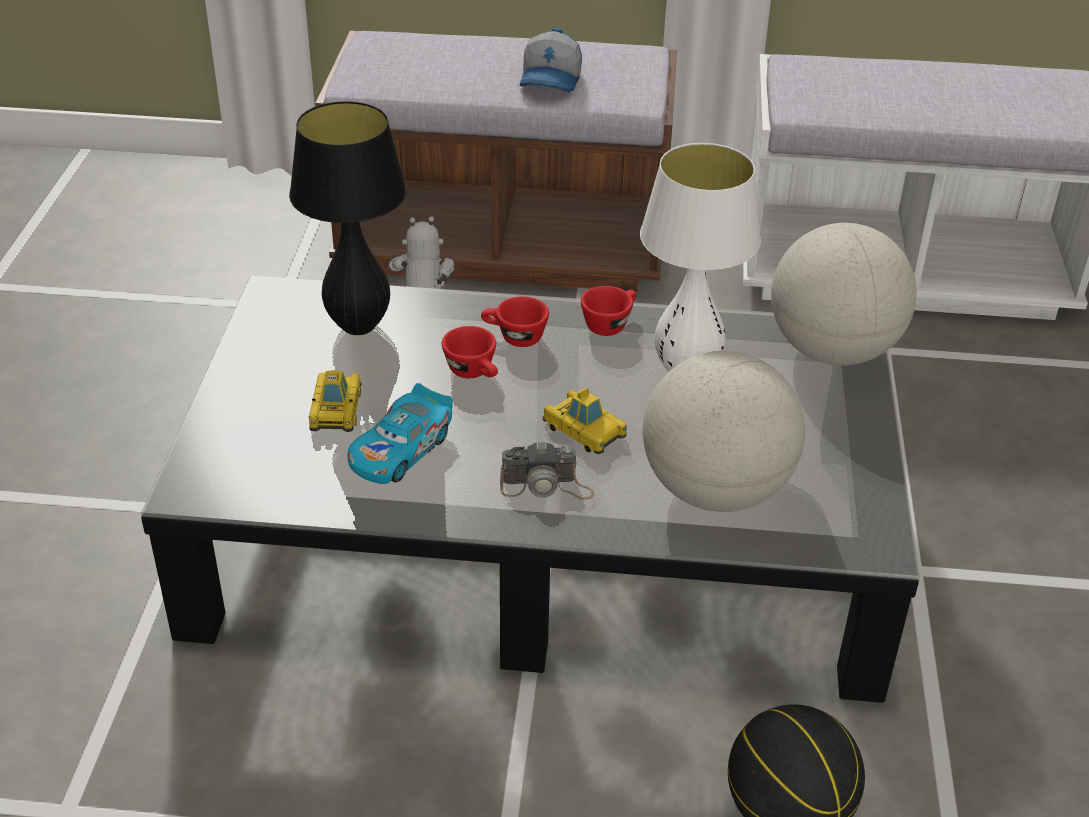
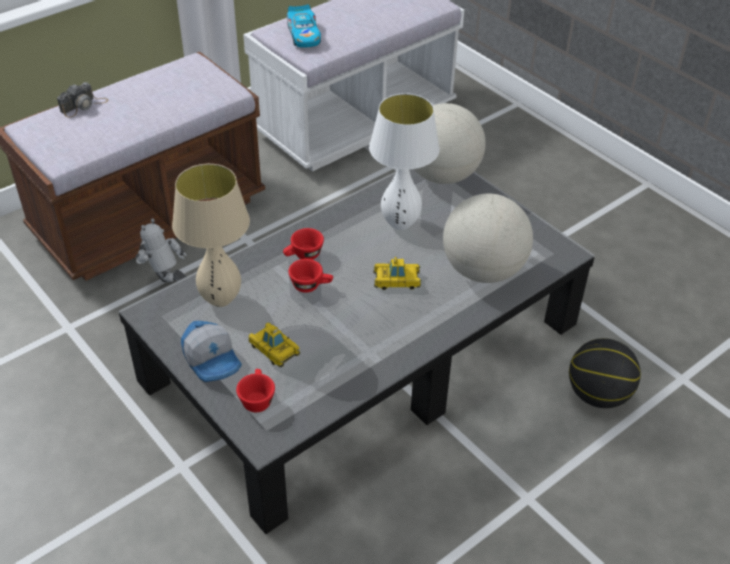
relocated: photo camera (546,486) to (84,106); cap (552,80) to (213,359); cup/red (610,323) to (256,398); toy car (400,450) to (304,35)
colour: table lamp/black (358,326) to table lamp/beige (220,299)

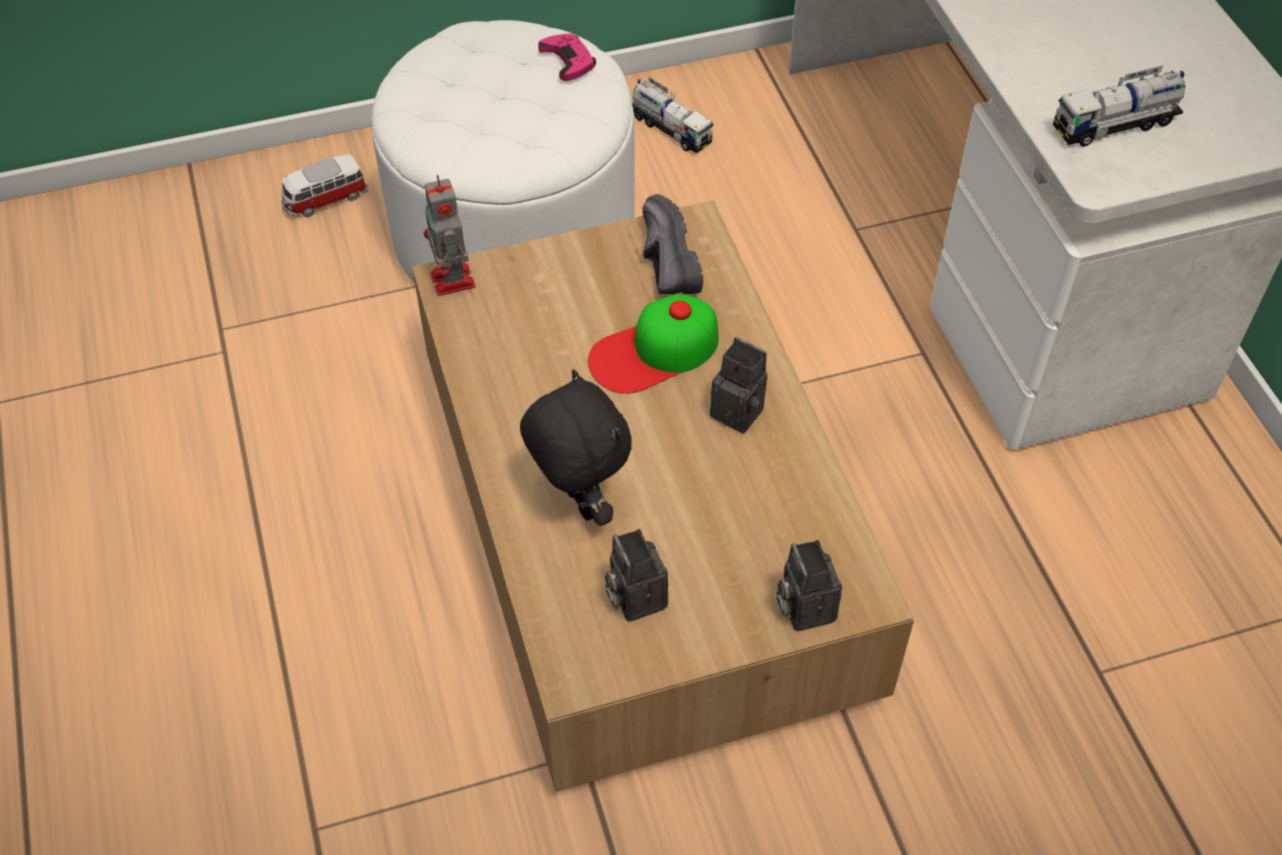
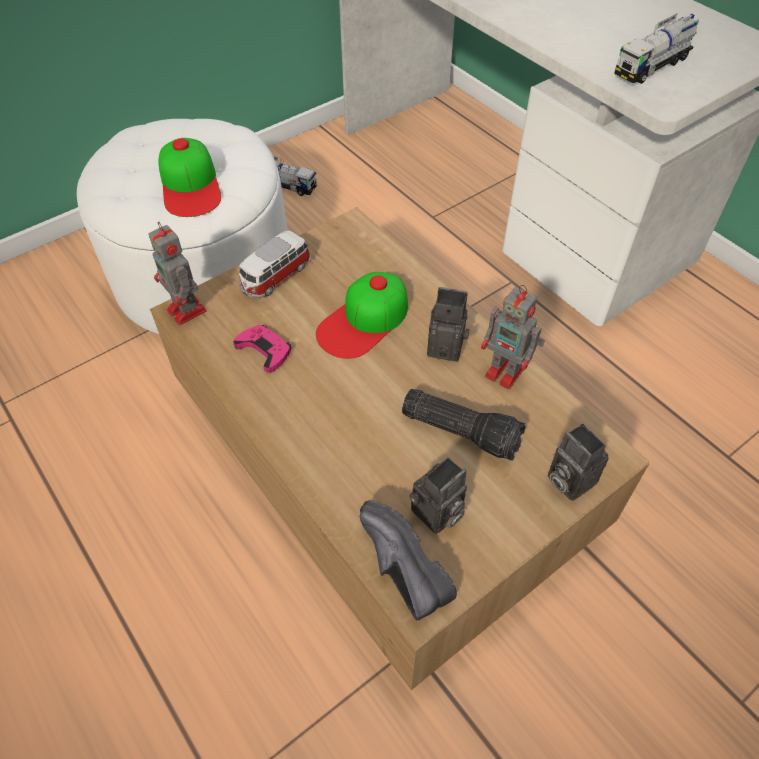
missing: plush toy/black (578,503)
appeared: cap (190,185); flashlight (462,430); toy robot (506,373)
relocated: game controller/pink (568,60) to (264,350); toy car (325,199) to (275,277); shoe/black (661,263) to (397,570)
spun: photo camera (634,596) = (437,515) 90 degrees counterclockwise

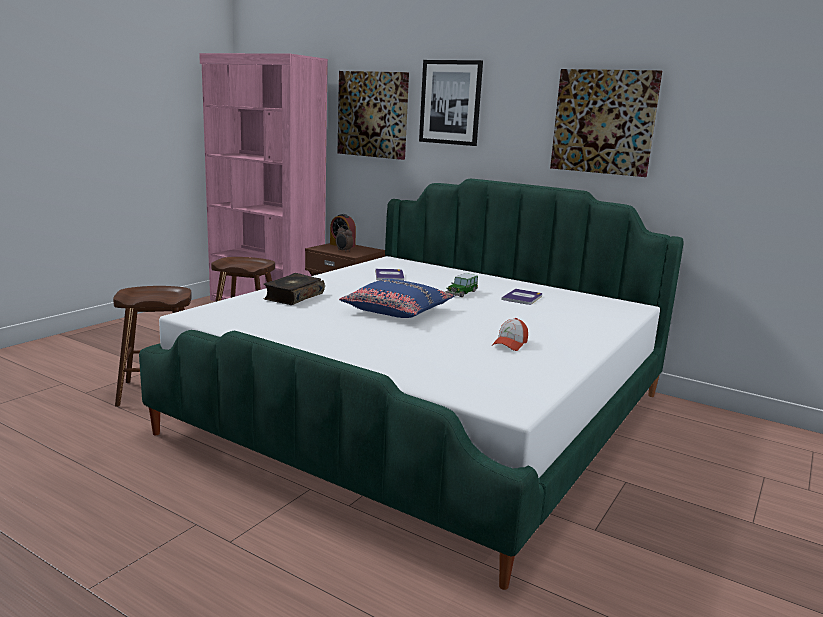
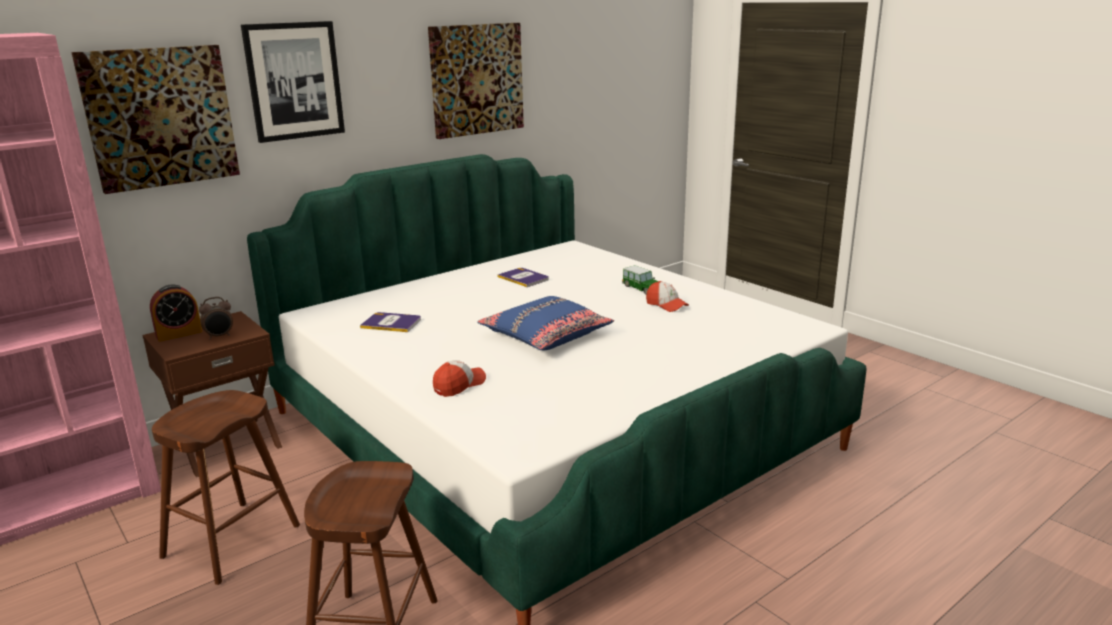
relocated: toy car (461,293) to (642,289)
exchanged: book (293,297) to cap (459,385)

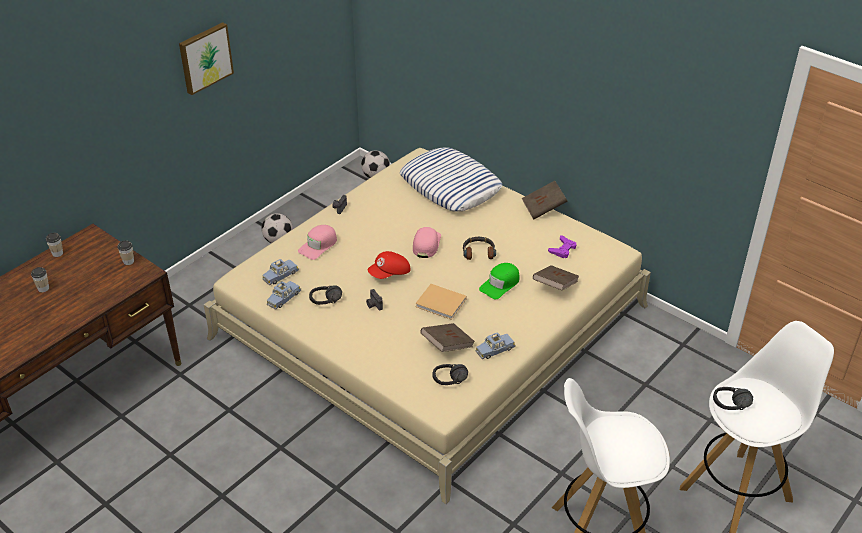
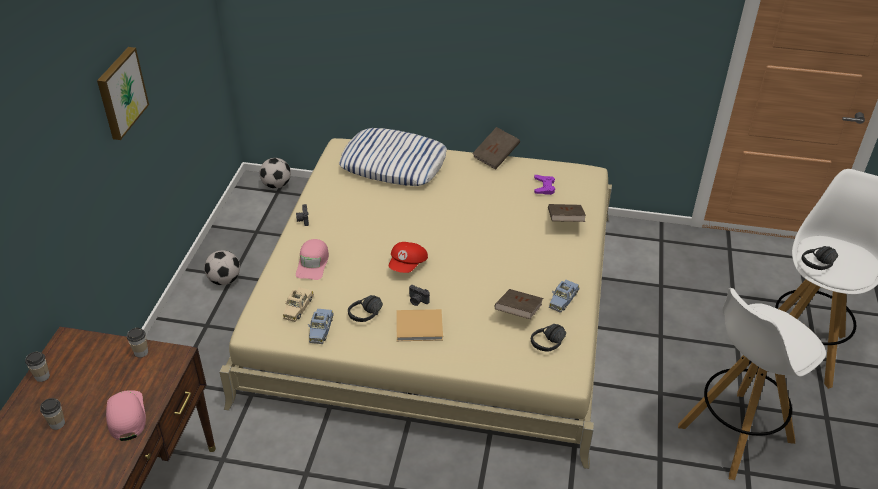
missing: headphones (479,251); cap/green (500,284)
relocated: cap/pink (426,244) to (126,416); book/beige (442,303) to (421,327)
colour: toy car/blue (280,275) to toy car/beige (298,308)

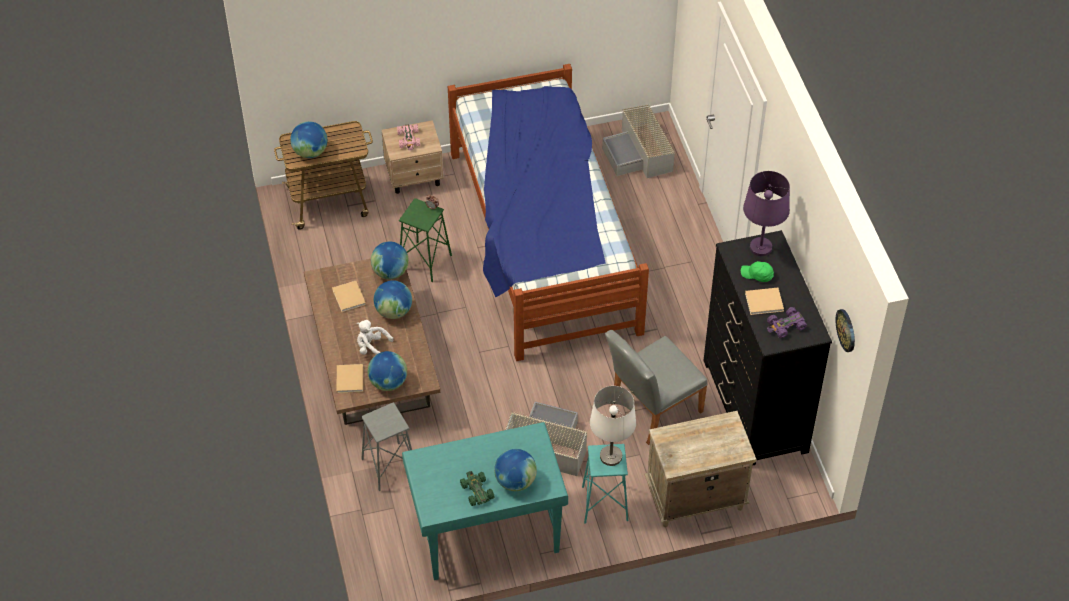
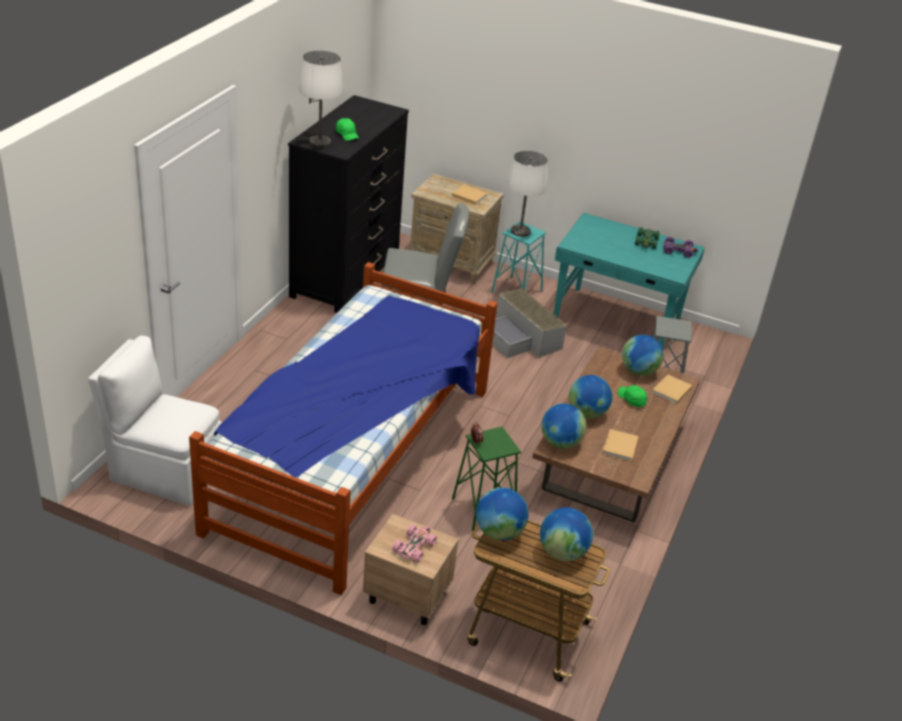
missing: wall clock (846,330)
relocated: book/beige (765,302) to (468,195); globe (515,481) to (499,532); toy car/purple (785,326) to (678,251)
exchanged: storage box/grey (639,154) to chair/white (164,471); plush toy/white (372,348) to cap/green (631,399)
colour: table lamp/purple (761,247) to table lamp/white (319,142)

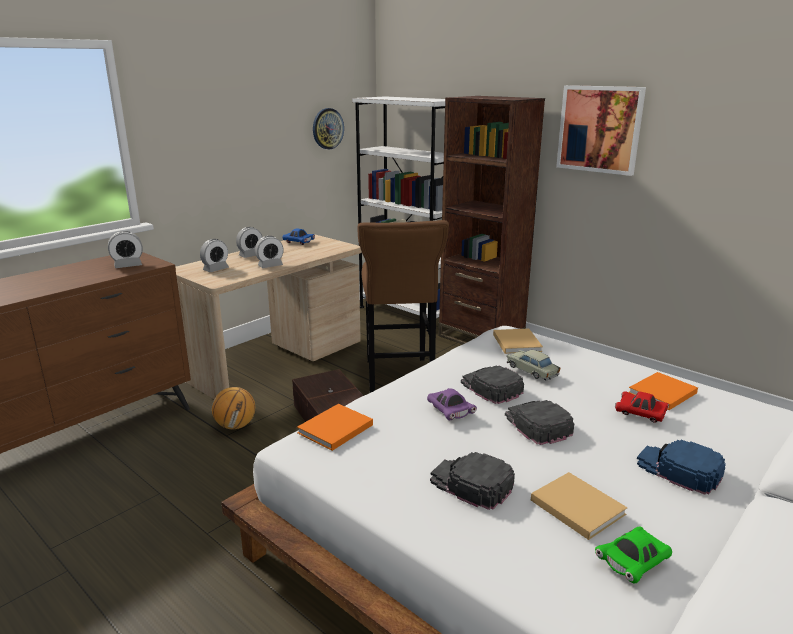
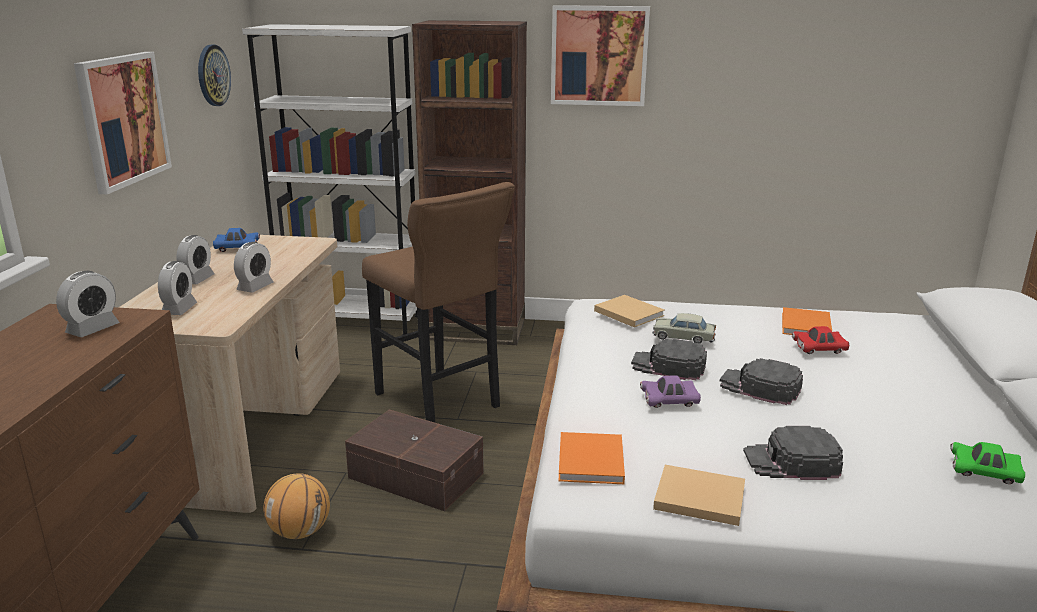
missing: cap/blue (679,470)
appeared: picture (123,120)
relocated: book/beige (575,506) to (696,497)
spun: toy car/purple (450,411) = (669,402) 150 degrees clockwise; toy car/green (632,563) = (984,473) 90 degrees clockwise

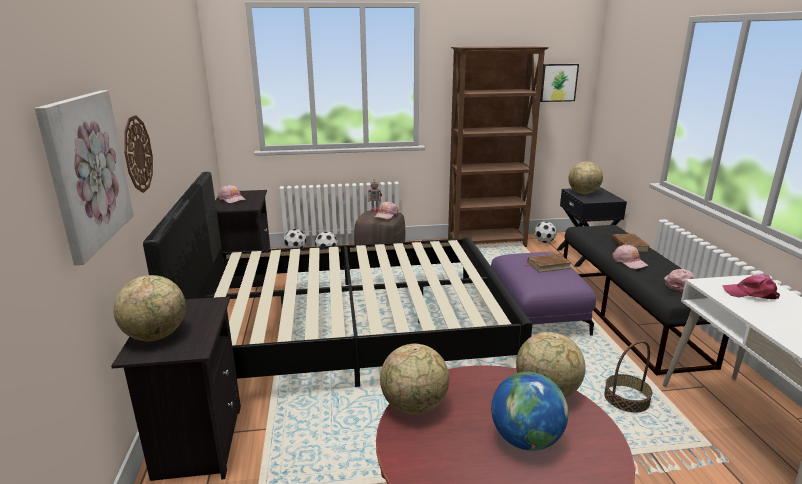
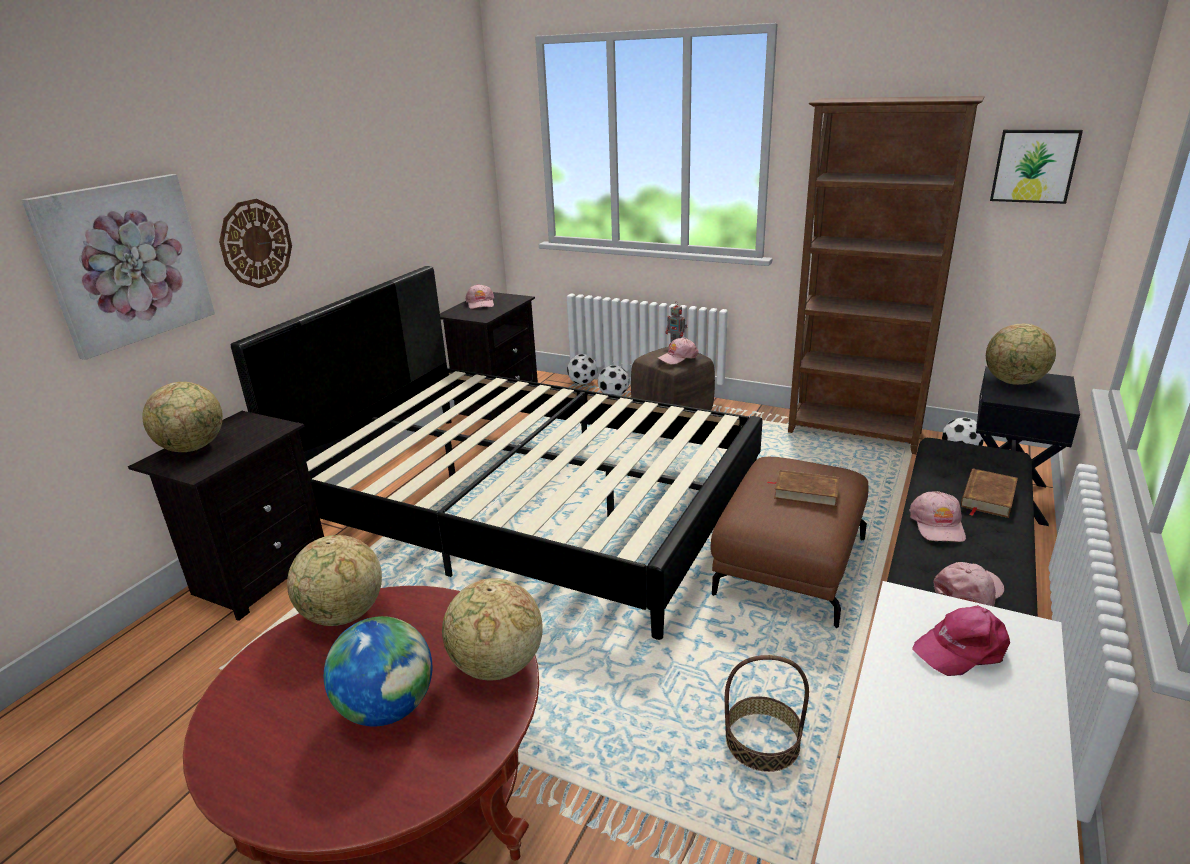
colour: ottoman/purple (535,315) to ottoman/brown (788,565)
spun: cap/pink (751,293) = (962,648) 75 degrees counterclockwise

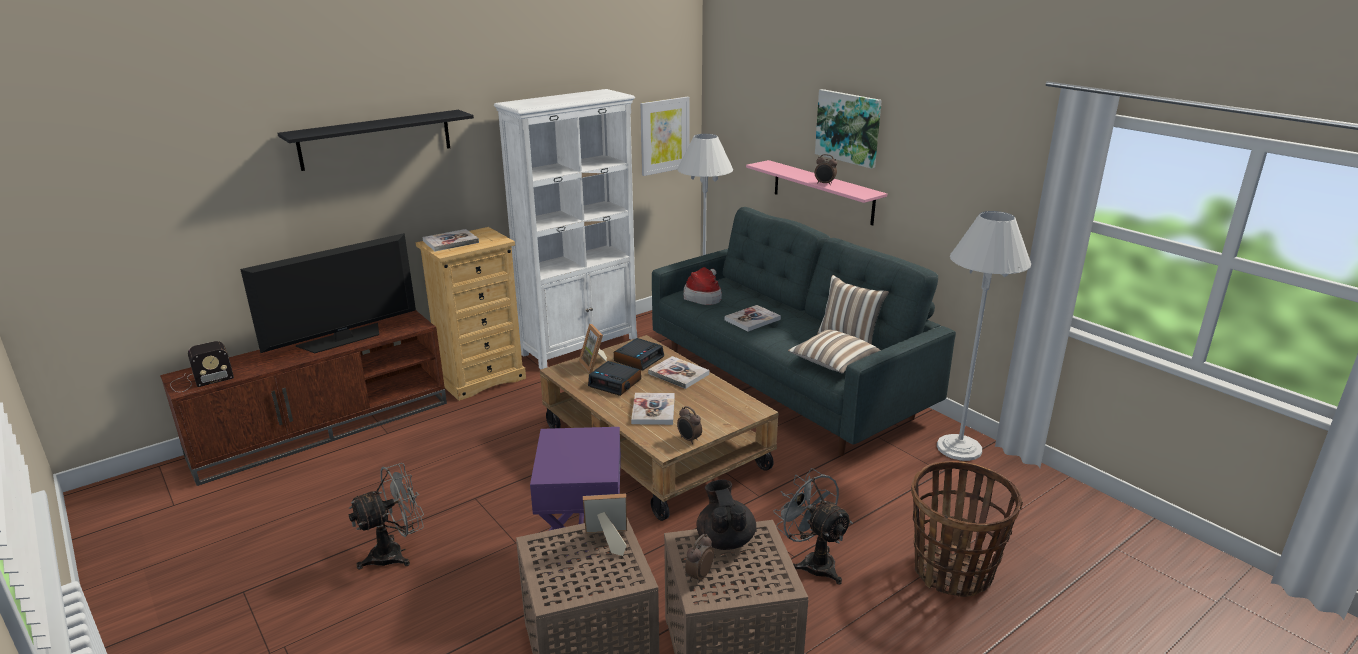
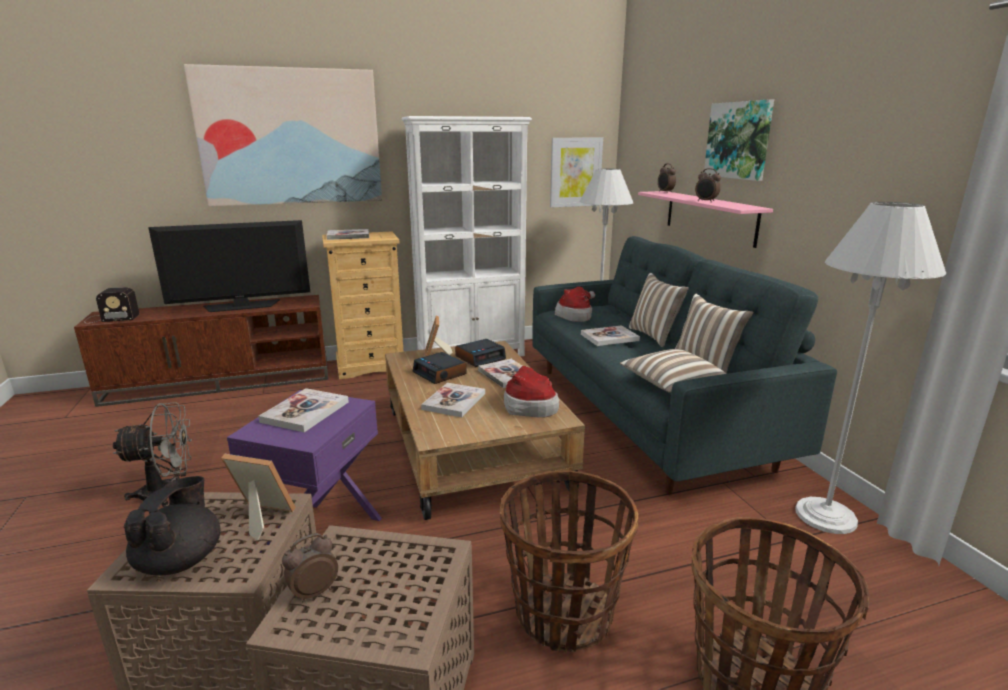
appeared: book (305,412); hat (529,406); pillow (654,336)
relocated: teapot/black (725,540) to (181,560); alarm clock (689,440) to (665,192)
exchanged: shelf/black (376,139) to picture (291,137); fan/grey (812,562) to basket (562,613)

